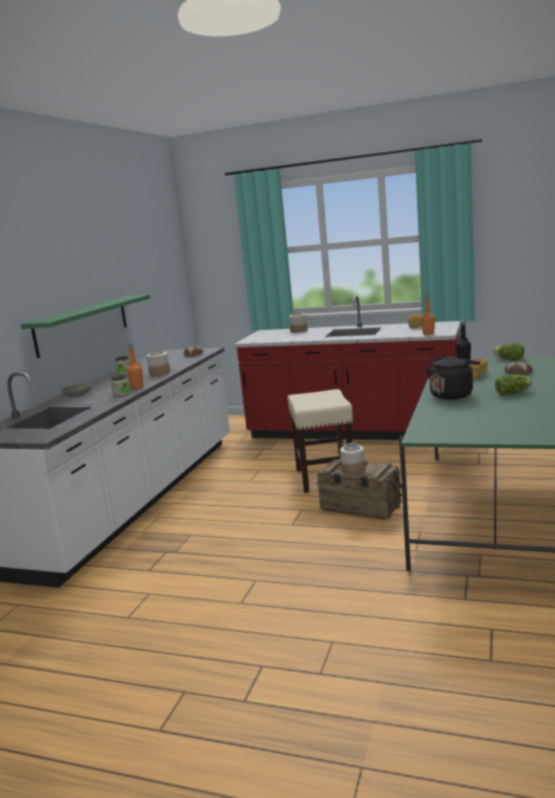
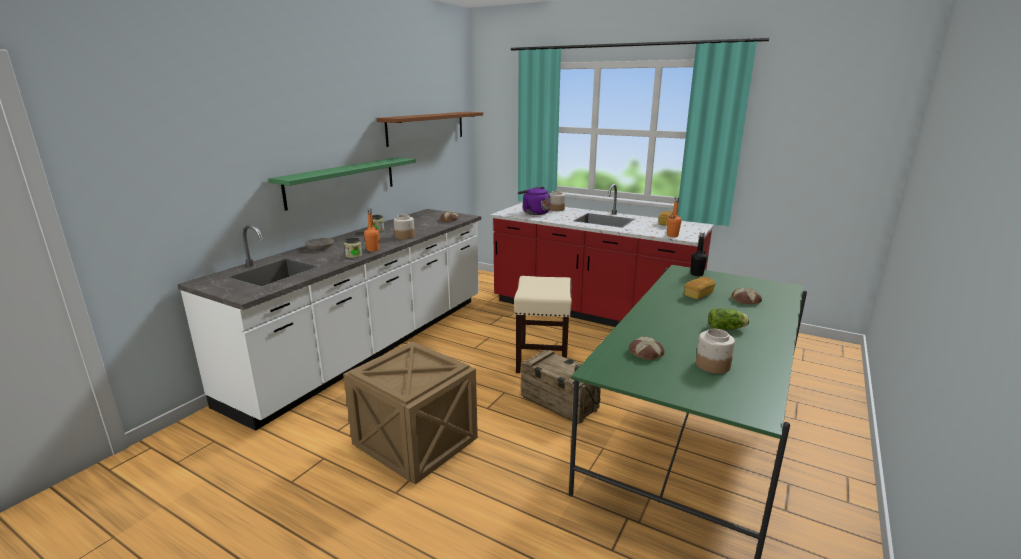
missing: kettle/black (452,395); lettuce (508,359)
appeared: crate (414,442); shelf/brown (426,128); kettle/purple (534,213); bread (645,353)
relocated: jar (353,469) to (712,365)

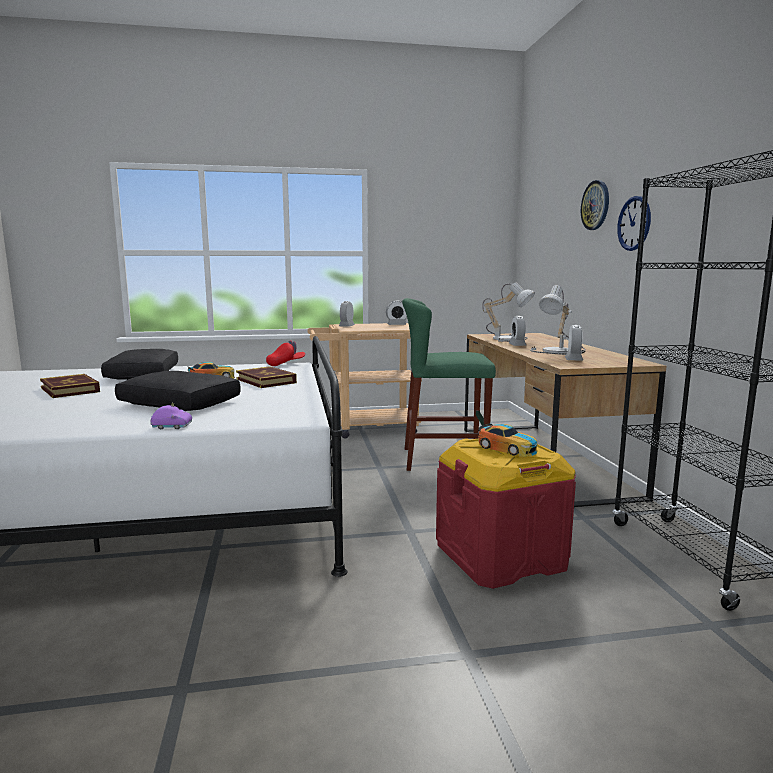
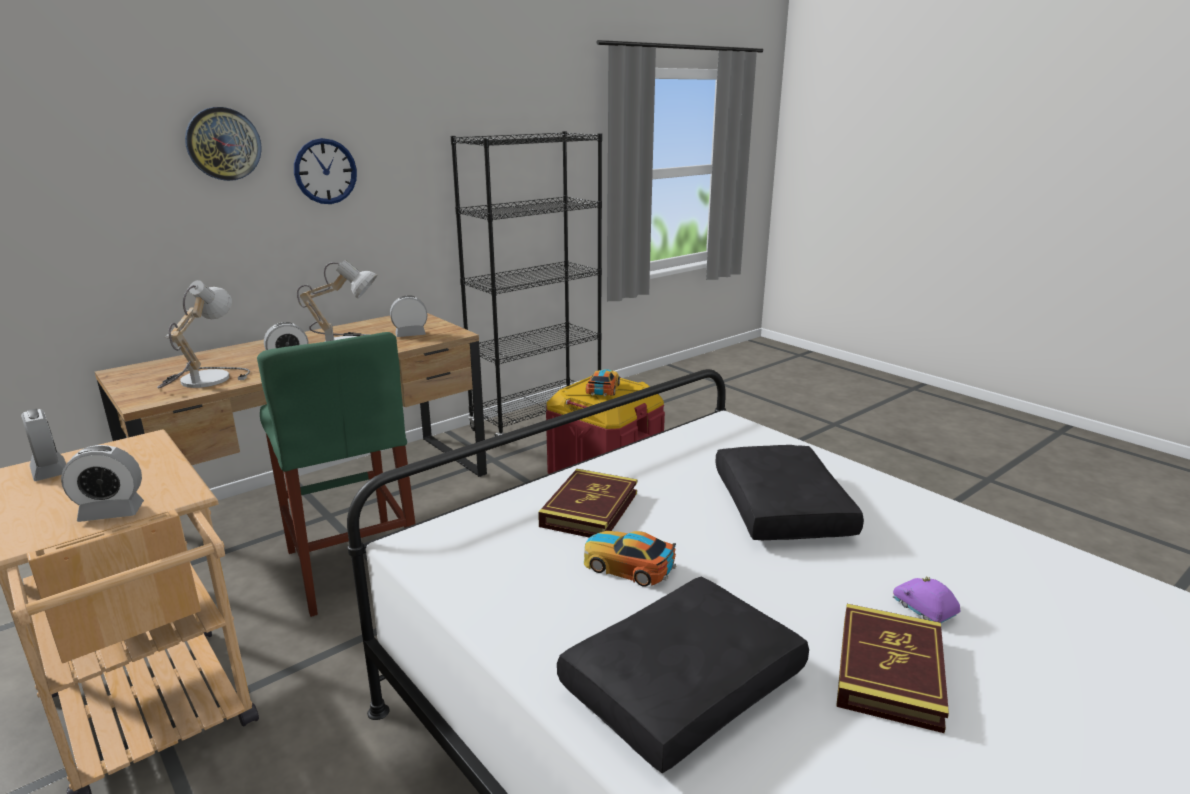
missing: cap/red (286,364)
relocated: toy car/purple (172,426) to (923,610)

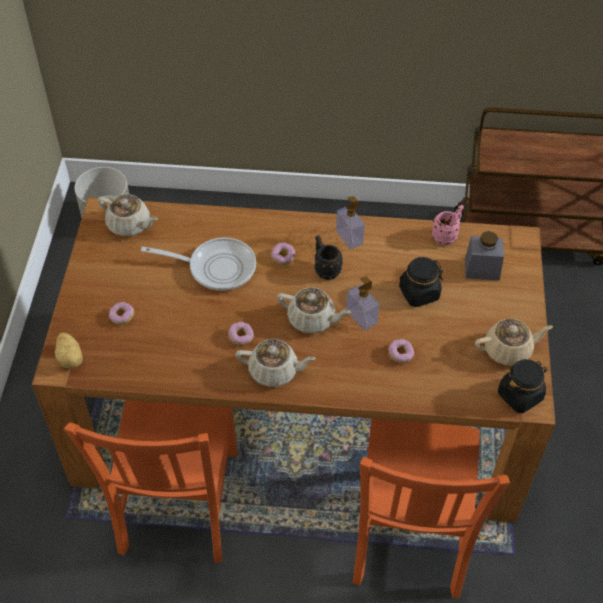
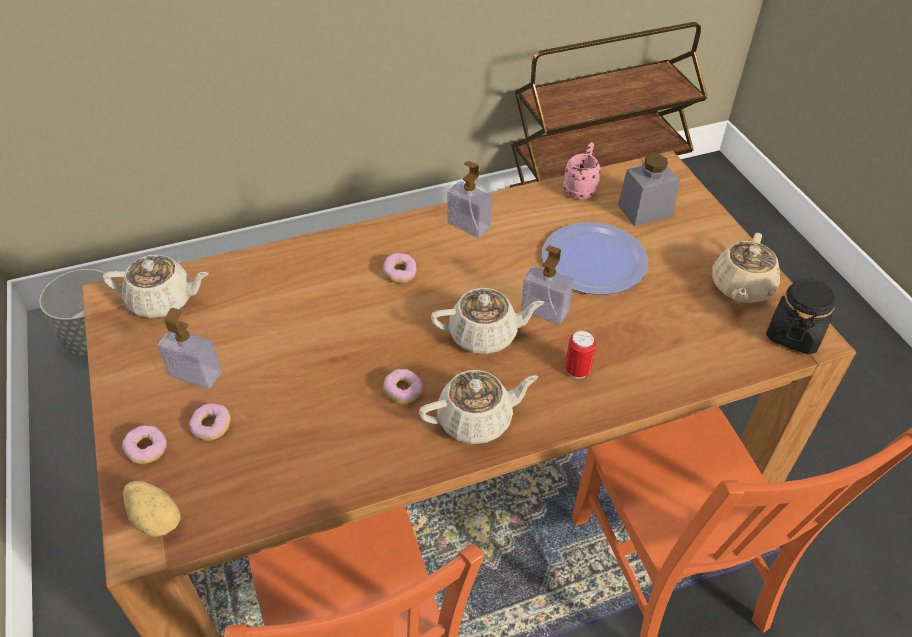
missing: frying pan (216,267); mug/black (325,269)
appeared: soap dispenser (196,374); can (577,370)
relocated: donut (400,354) to (147,450)
exchanged: jar/black (419,293) to plate (593,260)
spun: teapot/beige (508,350) = (741,287) 150 degrees clockwise

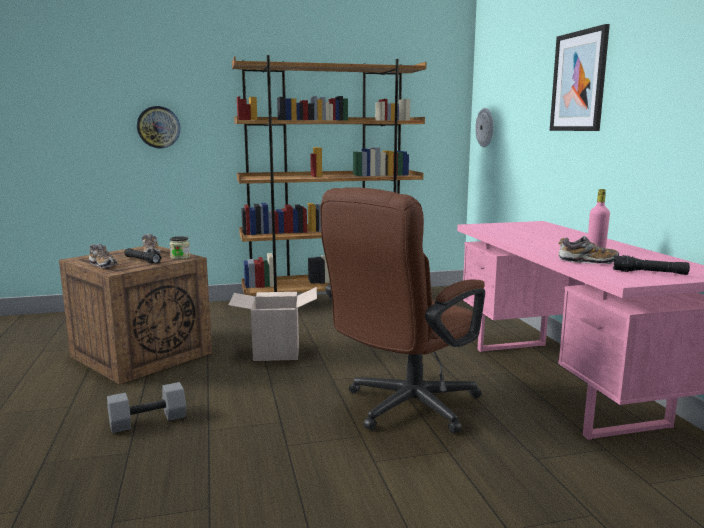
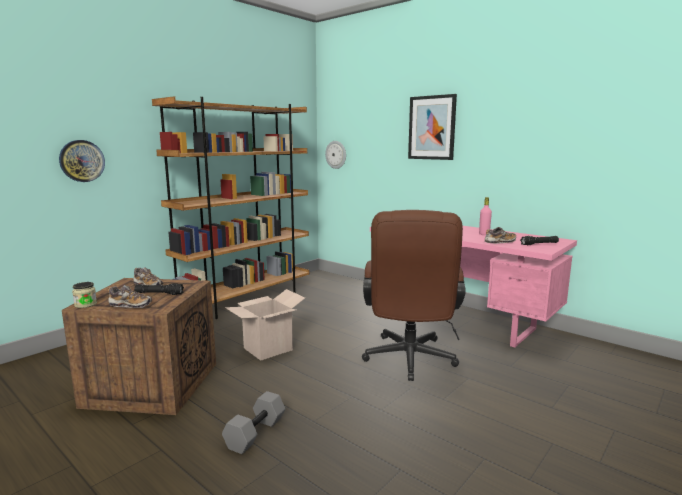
relocated: jar (180,257) to (85,304)

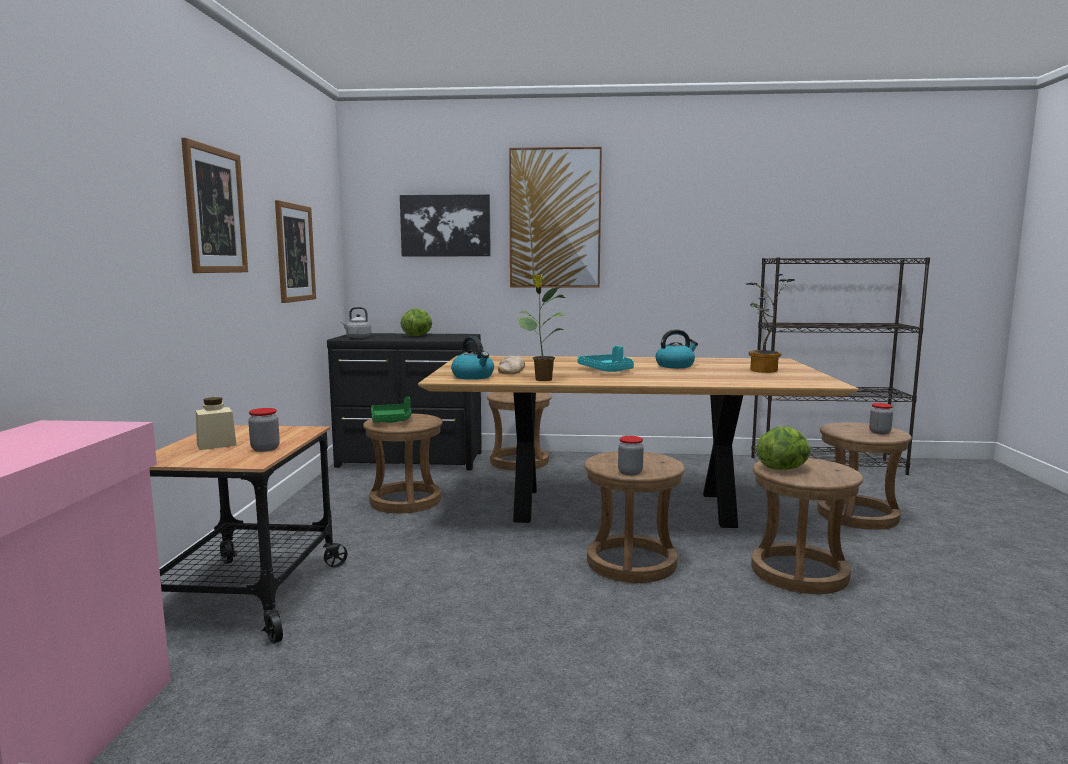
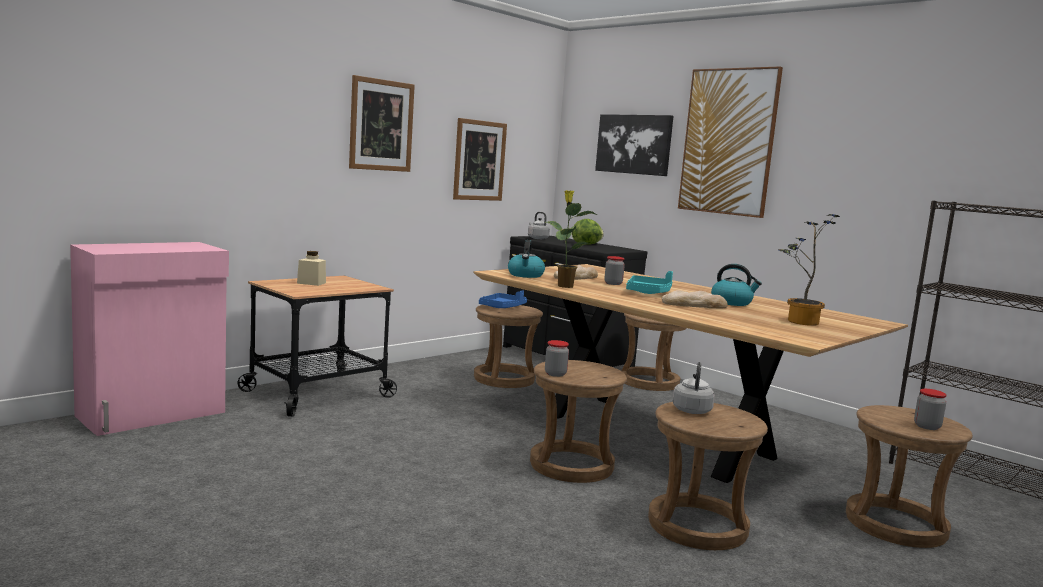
appeared: bread (694,305)
relocated: jar (265,449) to (613,283)
exchanged: lettuce (784,468) to kettle/grey (692,410)
colour: tray/green (391,420) to tray/blue (503,307)

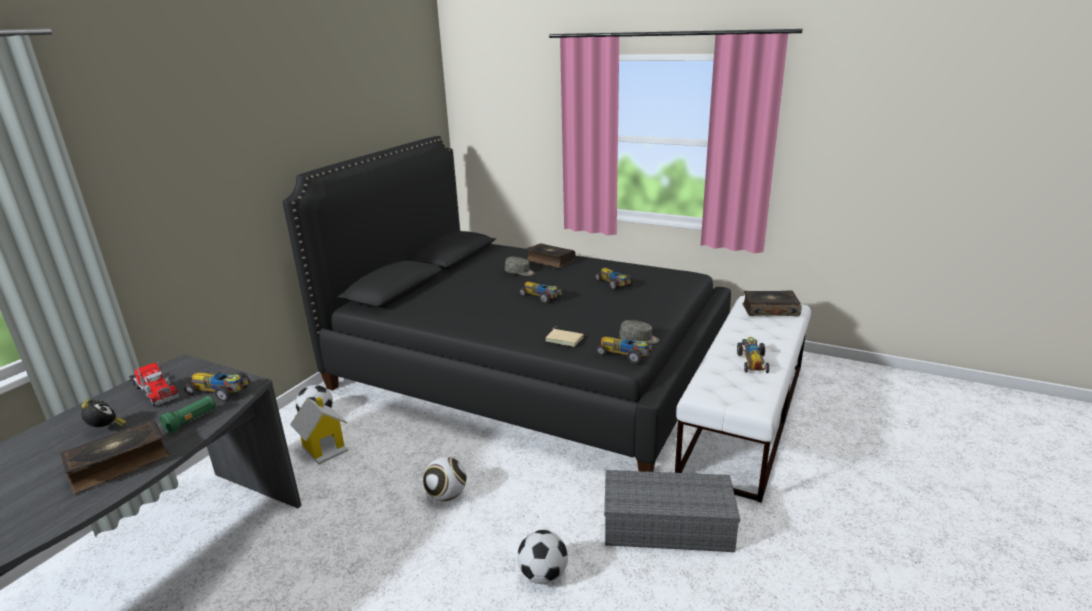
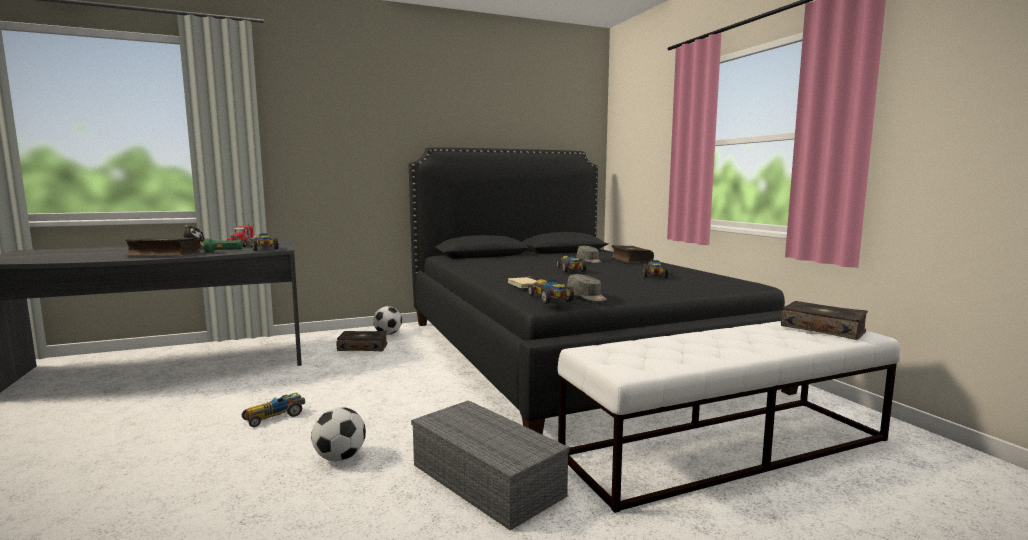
missing: football (447,495)
relocated: toy car (752,361) to (276,416)
exchanged: toy house (324,448) to book (363,347)

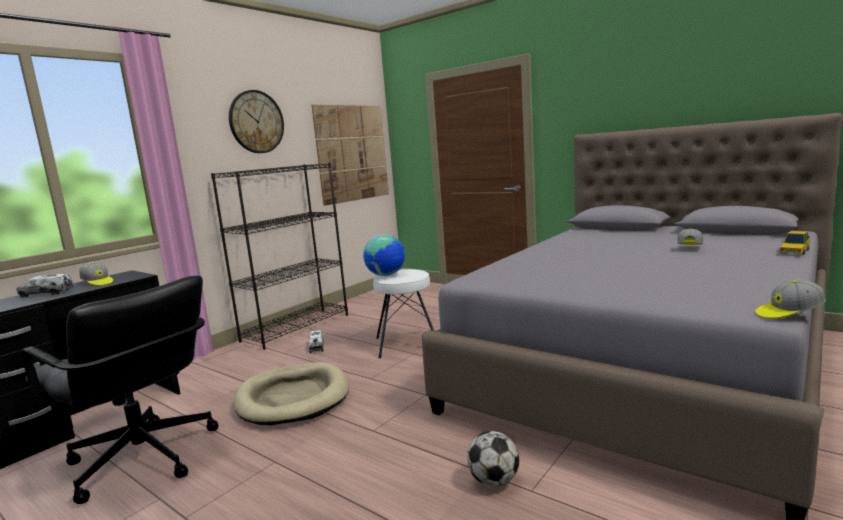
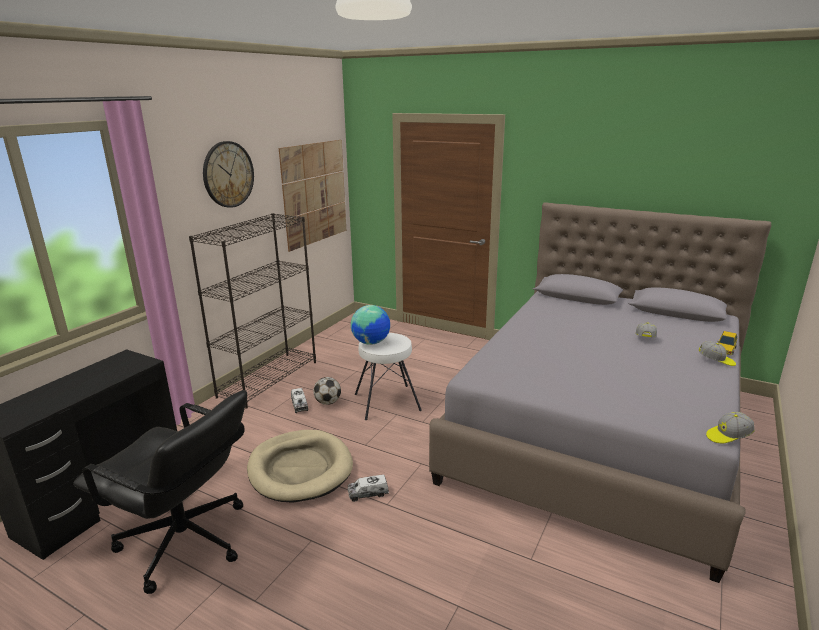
relocated: football (494,481) to (328,402); toy truck (46,293) to (368,493); cap (98,283) to (716,361)

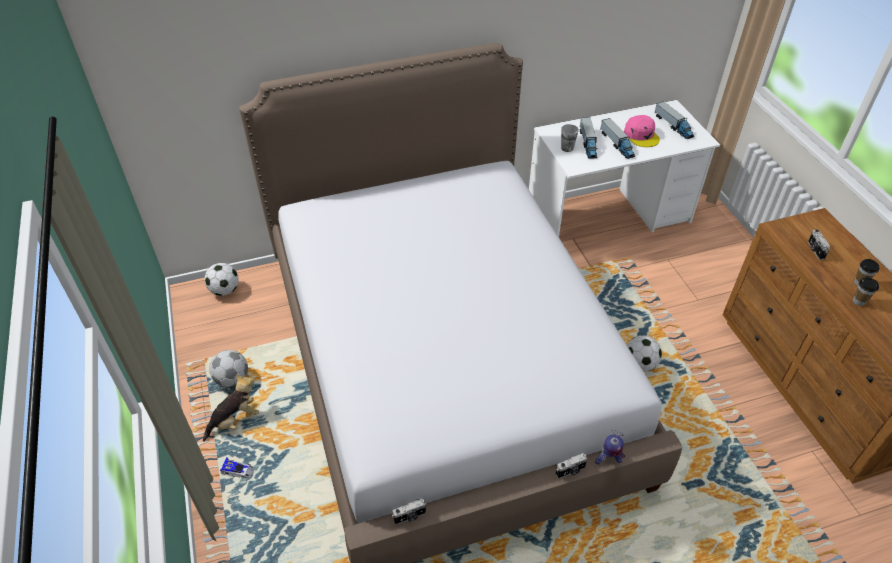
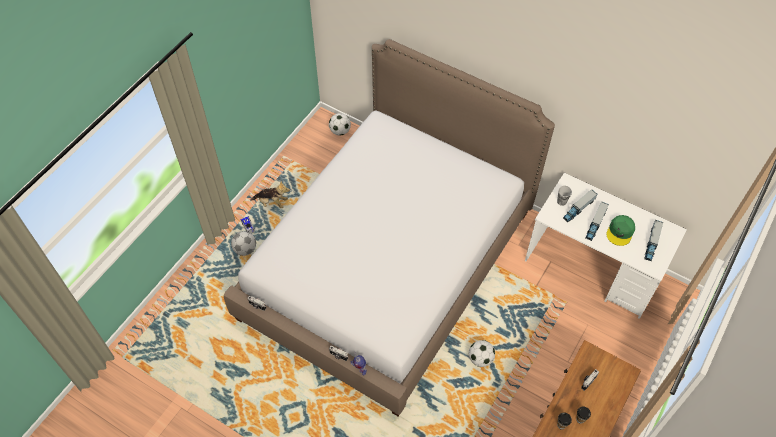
relocated: football (232,379) to (245,249)
colour: cap/pink (641,135) to cap/green (620,232)

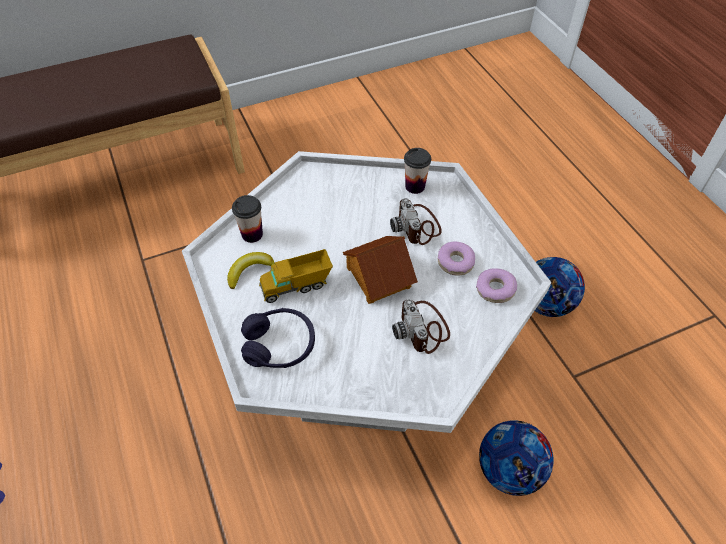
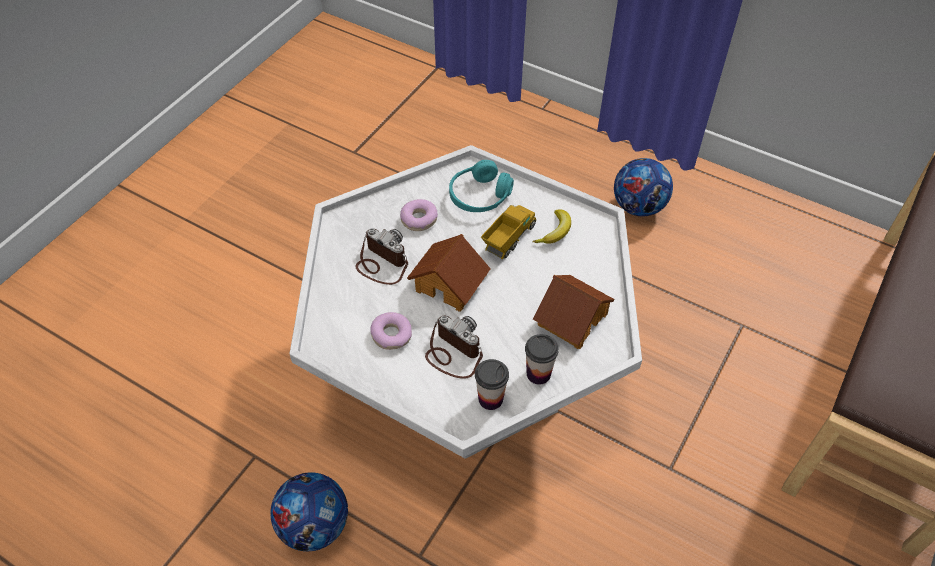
appeared: toy house (571,318)
relocated: donut (495,289) to (419,219); cup (252,234) to (538,374); football (509,470) to (638,207)
colour: headphones/purple (279,345) to headphones/turquoise (479,196)

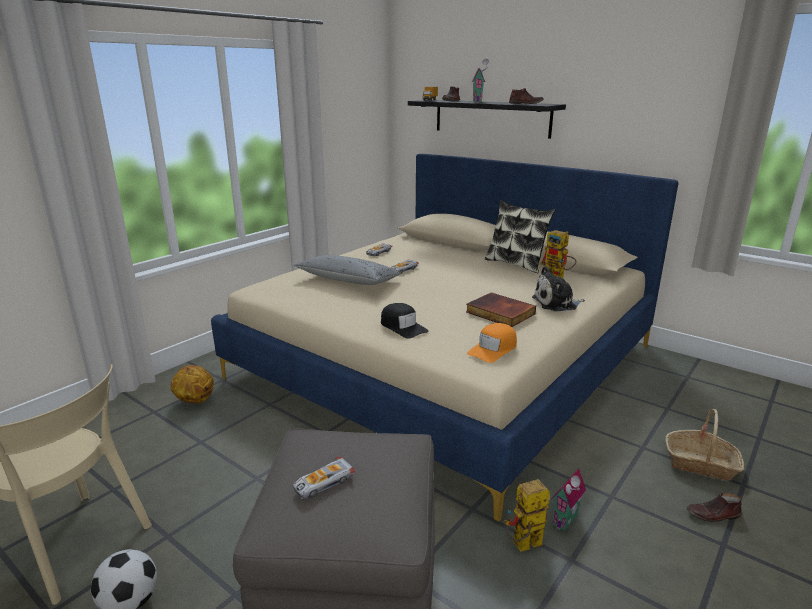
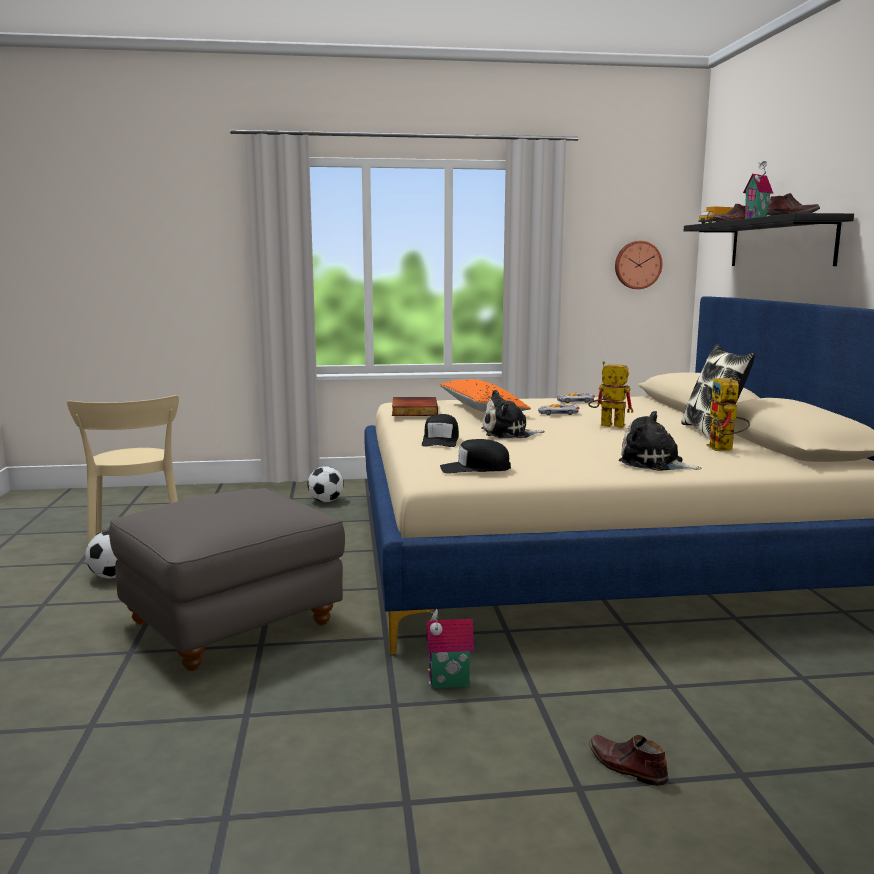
missing: toy car (323,483); basket (700,463)
appeared: plush toy (508,434); wall clock (637,265)
relocated: book (499,313) to (413,410); toy robot (523,546) to (606,425)
exchanged: basketball (194,401) to football (326,501)
colour: pillow/grey (348,280) to pillow/orange (482,409); cap/orange (493,349) to cap/black (475,468)

